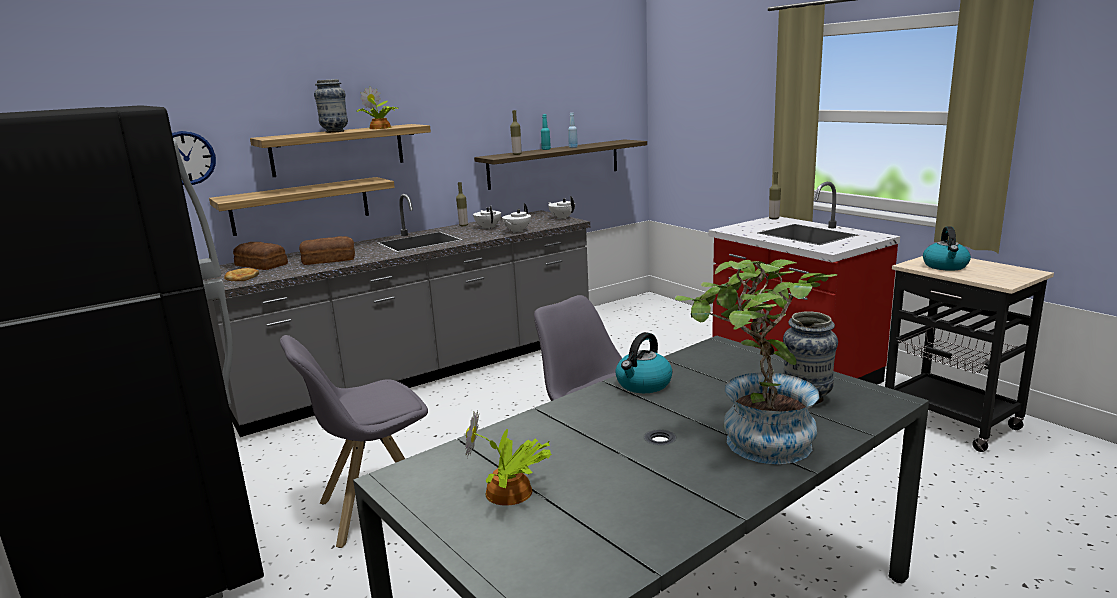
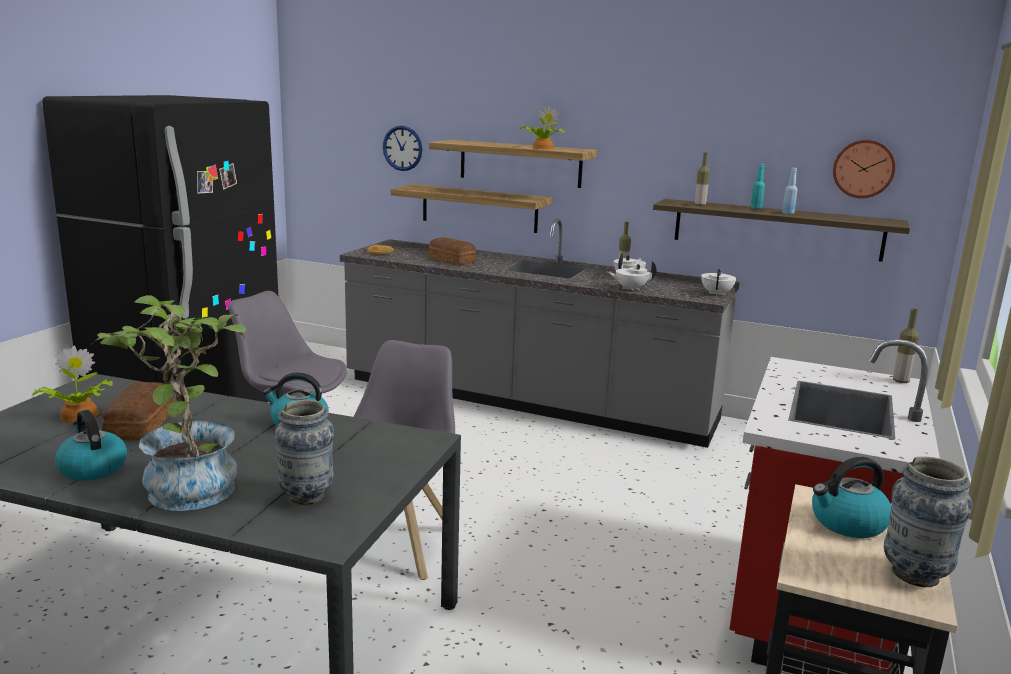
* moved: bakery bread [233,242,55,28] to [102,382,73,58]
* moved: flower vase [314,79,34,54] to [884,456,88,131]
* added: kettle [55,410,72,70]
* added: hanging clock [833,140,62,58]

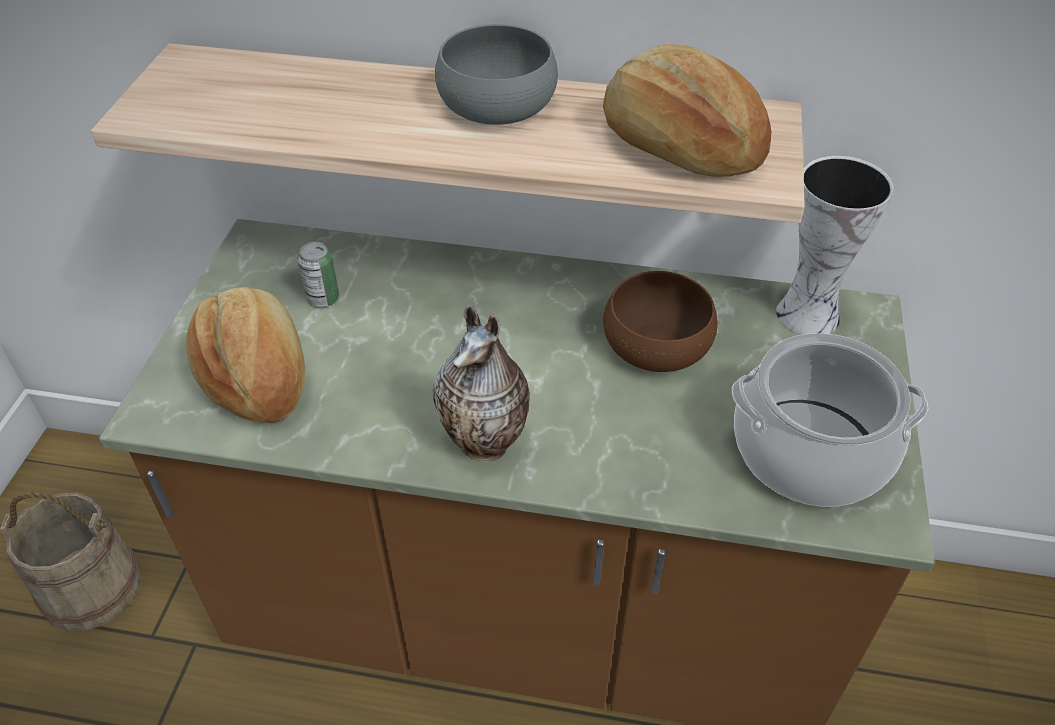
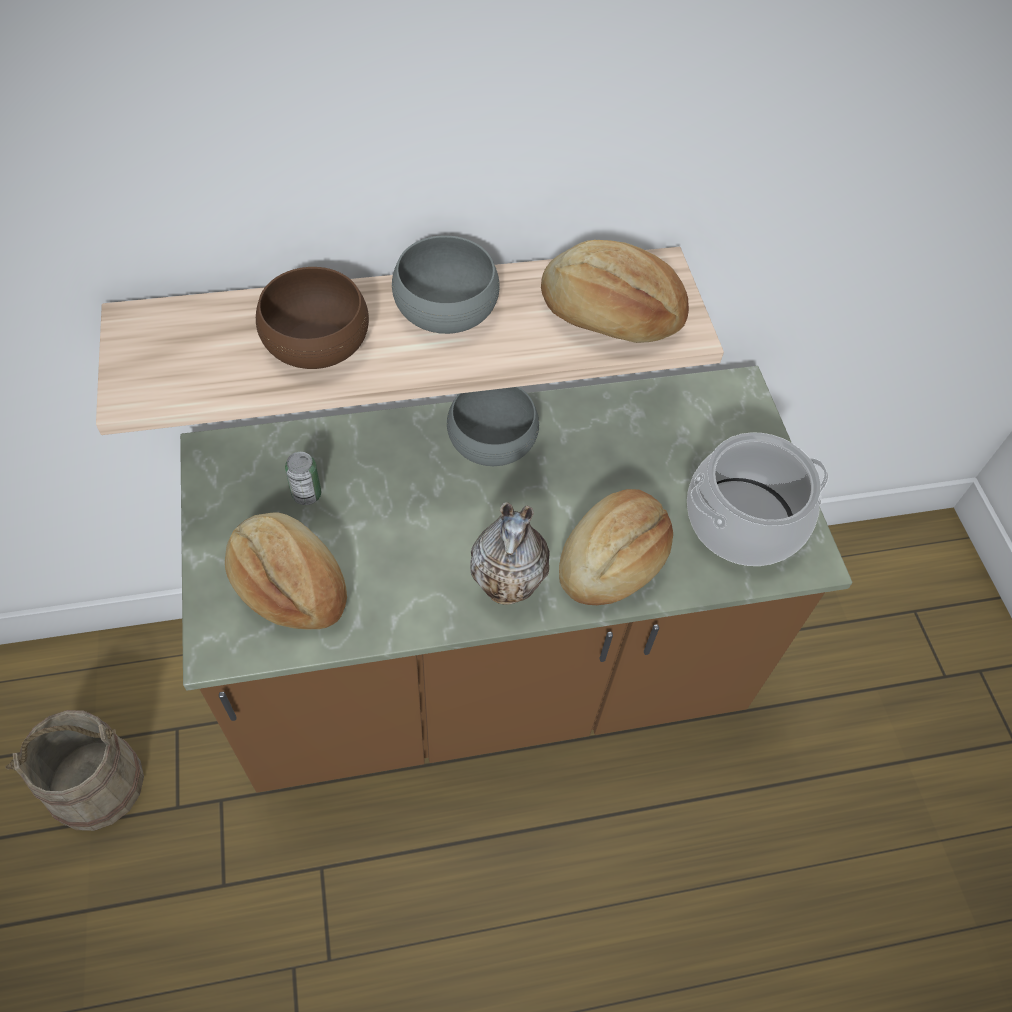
* moved: bowl/brown [603,271,115,101] to [256,267,113,102]
* removed: flower vase [776,156,117,179]
* added: bowl/grey [447,387,92,79]
* added: bakery bread [559,489,114,116]

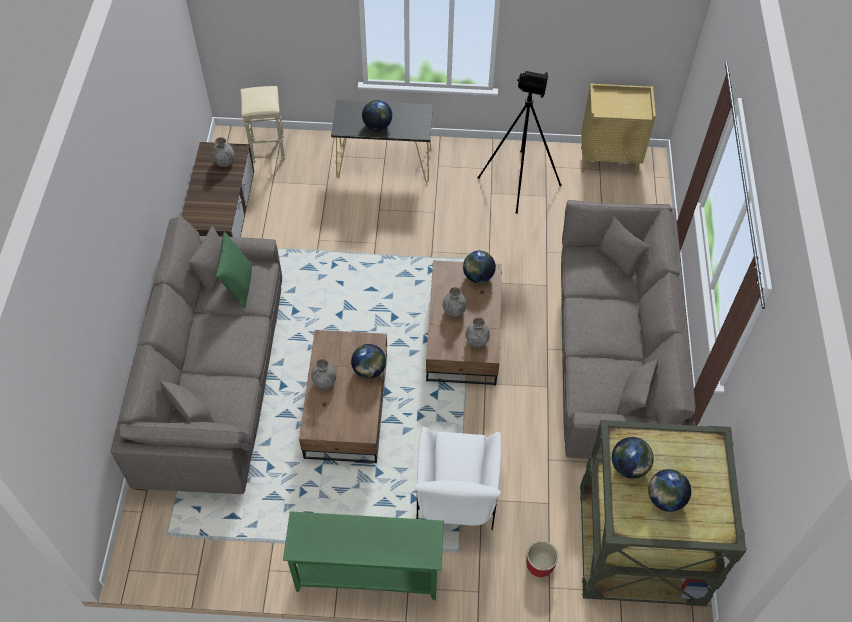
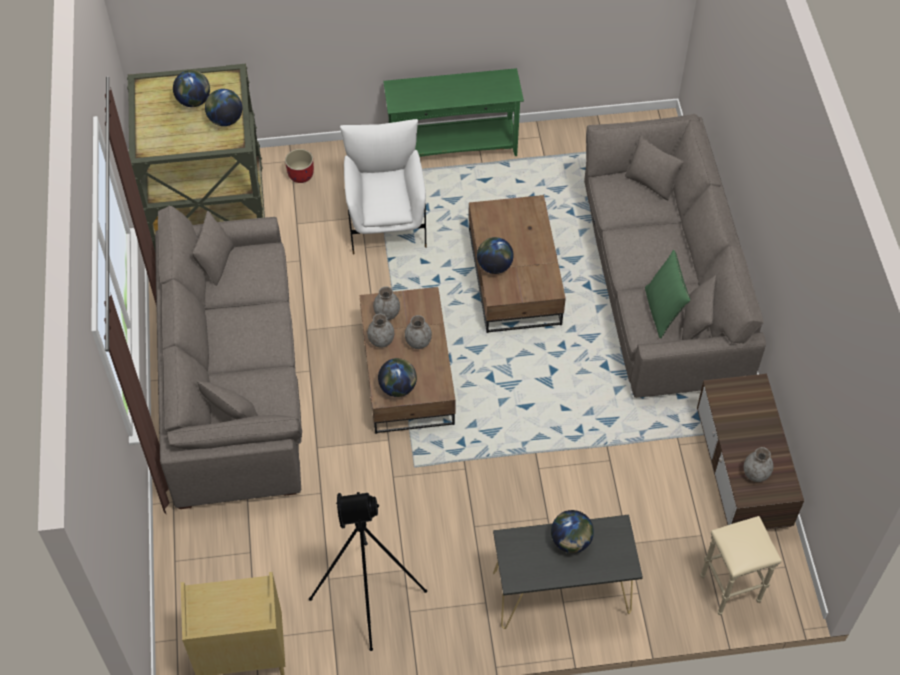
* moved: flower vase/grey [311,359,25,30] to [367,314,27,34]

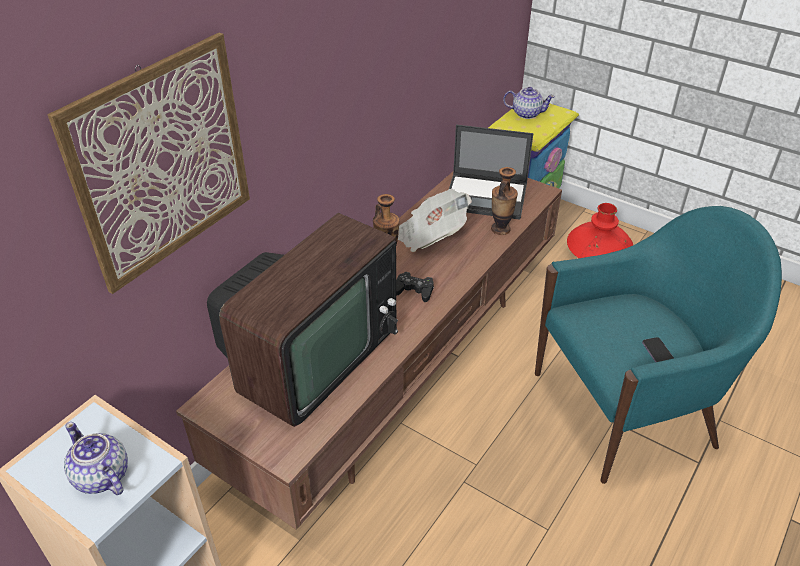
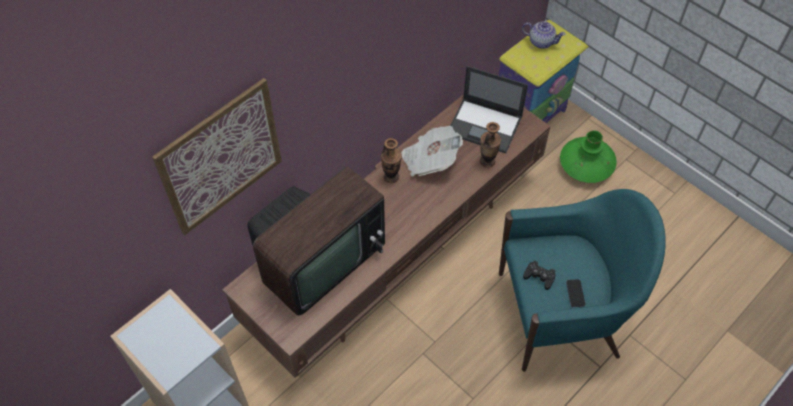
* removed: pot for tea [64,422,64,73]
* moved: joypad/black-coloured [396,272,38,30] to [523,261,33,29]
* recoloured: flower vase/red-coloured [567,203,66,55] to flower vase/greenish [560,130,57,53]

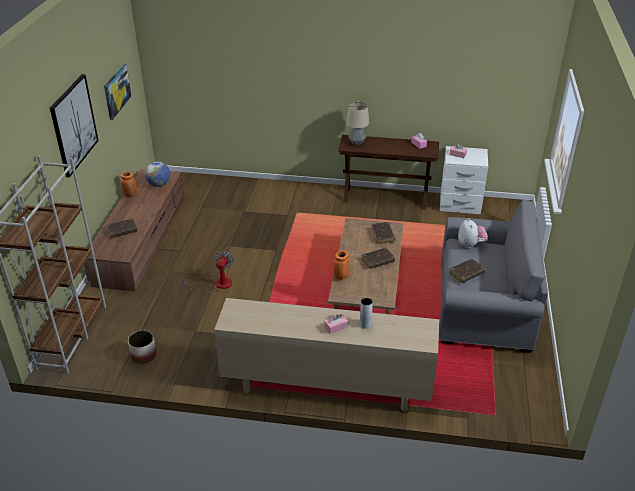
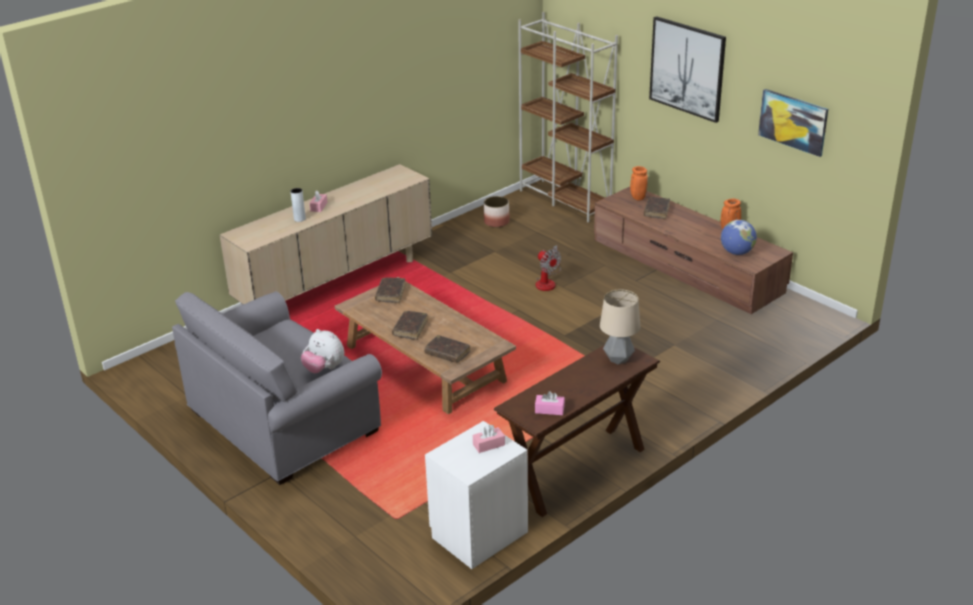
* moved: flower vase/orange [333,250,17,30] to [630,166,18,34]
* moved: volume/brown [449,259,37,24] to [375,277,31,26]

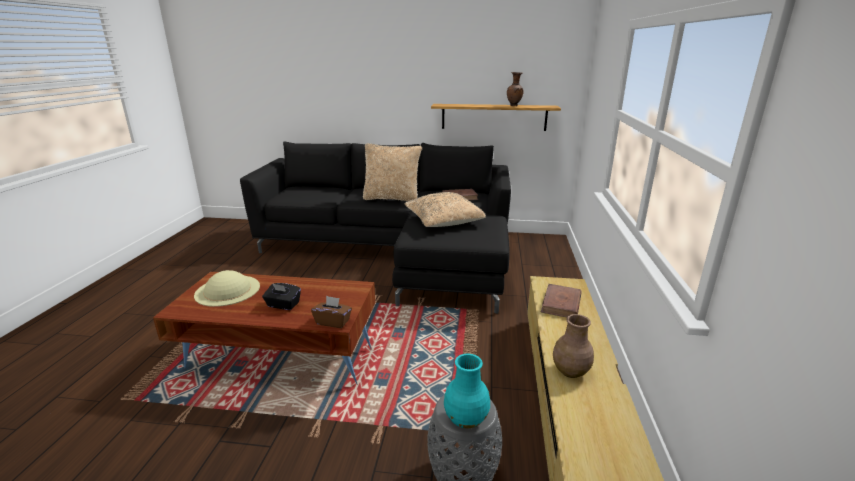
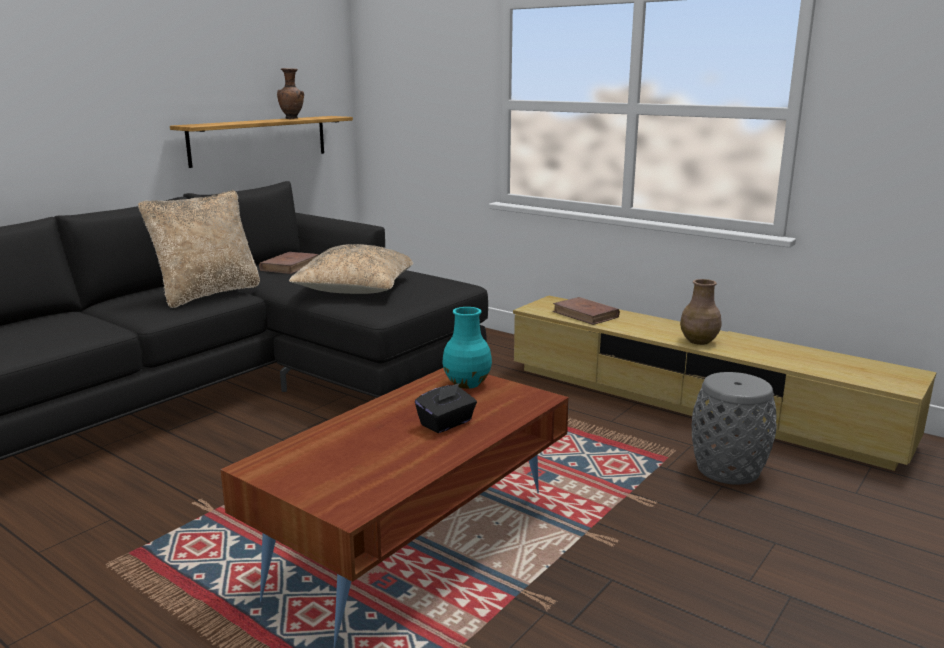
* removed: hat/sand-coloured [194,270,66,37]
* removed: tissue box/brown [311,296,41,32]
* moved: flower vase/turquoise [444,354,46,75] to [442,307,50,82]

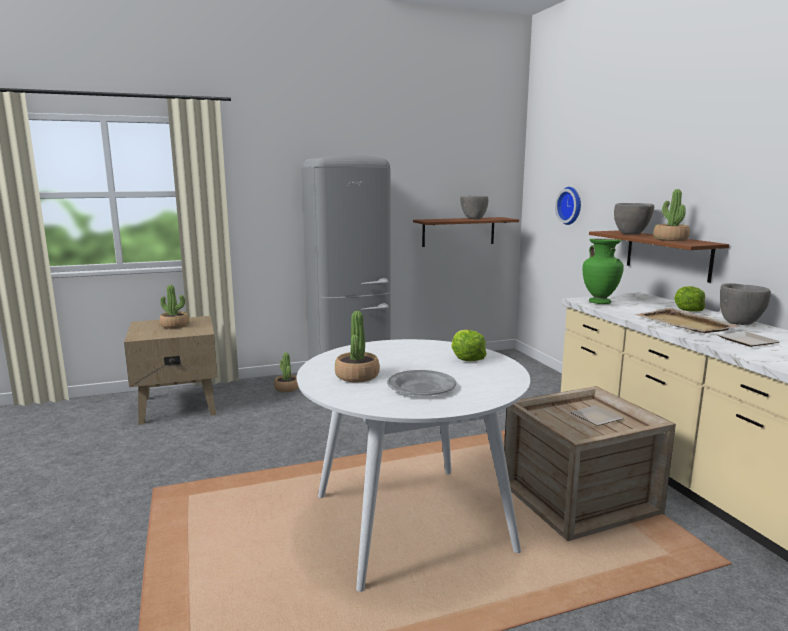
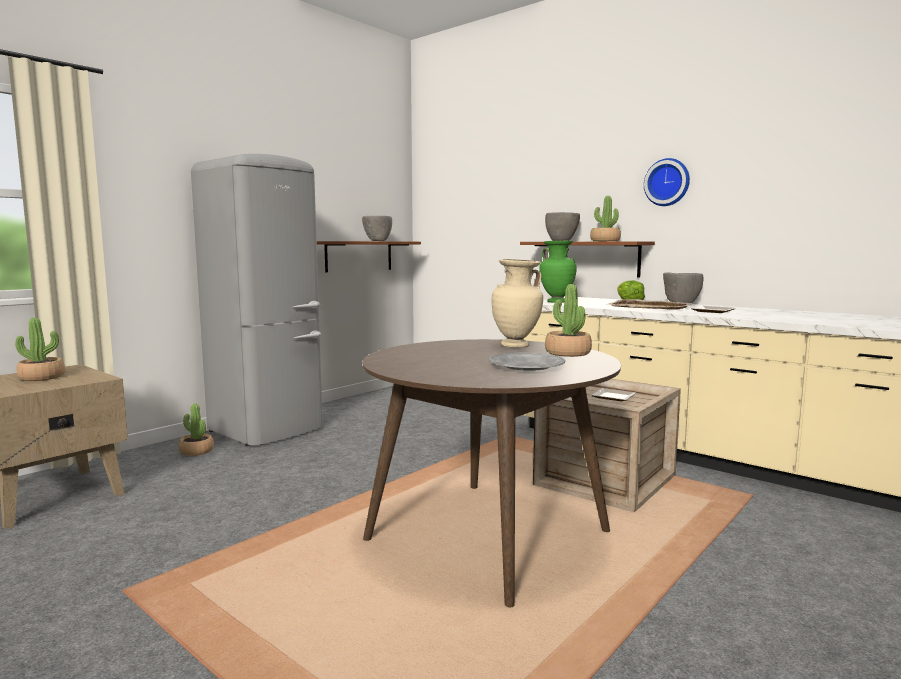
* recoloured: dinner table/white-coloured [297,339,233,253] to dinner table/brown [362,339,259,269]
* moved: plant in a pot [335,311,45,72] to [545,284,47,73]
* replaced: lettuce [451,330,36,31] to flower vase/sand-coloured [491,259,52,89]
* moved: hanging clock [555,187,26,38] to [644,158,46,48]

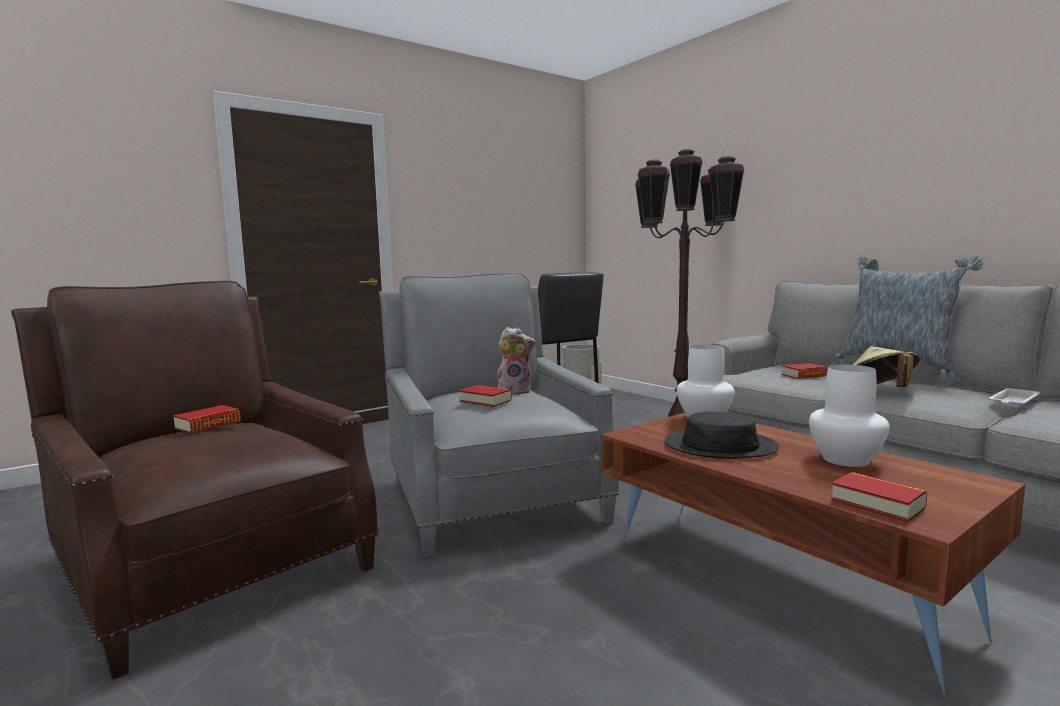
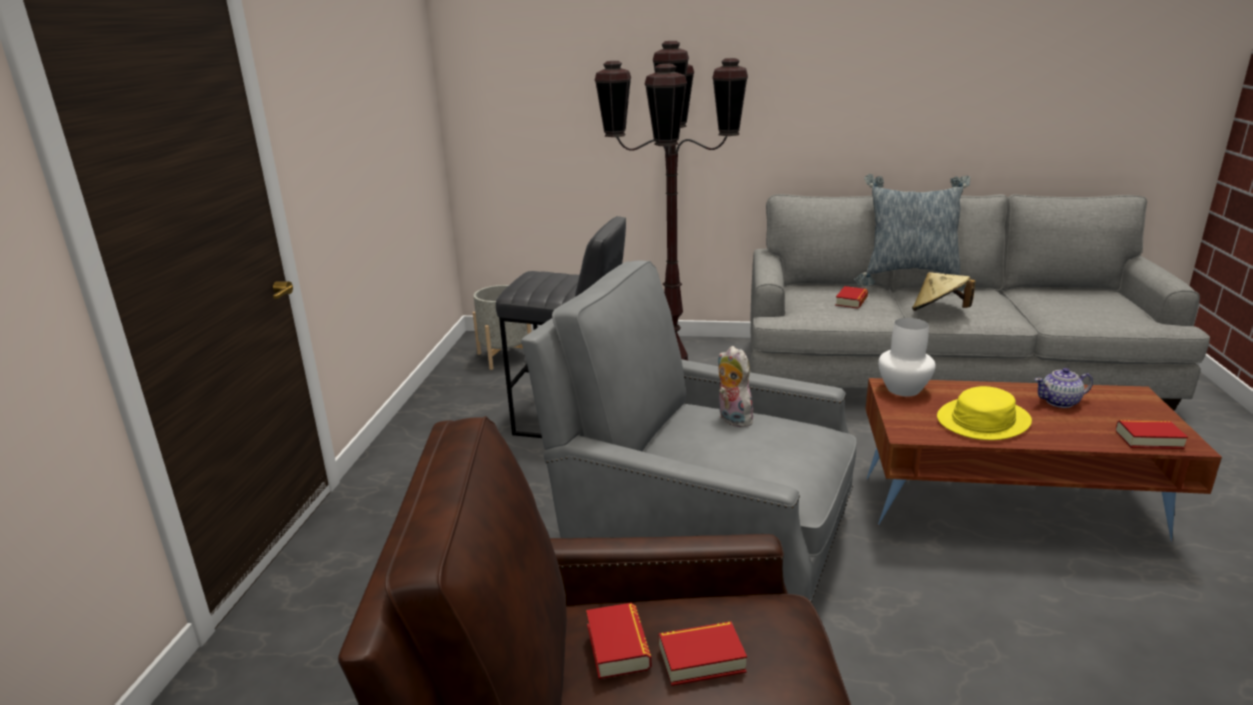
* moved: volume [459,385,53,22] to [659,621,88,65]
* turned: plush toy [497,327,39,68] = [718,346,36,81] 75 degrees counterclockwise
* recoloured: hat/black-coloured [665,412,114,47] to hat/yellowish [937,386,95,54]
* replaced: flower vase/white-coloured [809,365,81,102] to pot for tea [1035,368,58,40]
* removed: serving tray/white-coloured [988,388,52,20]

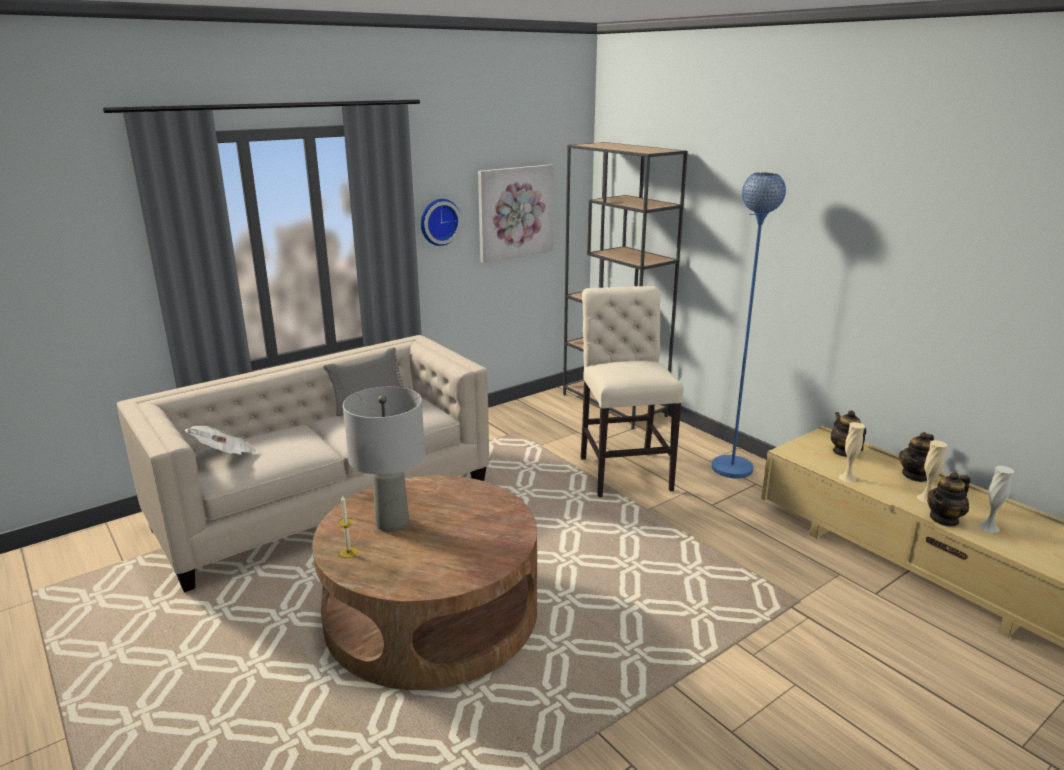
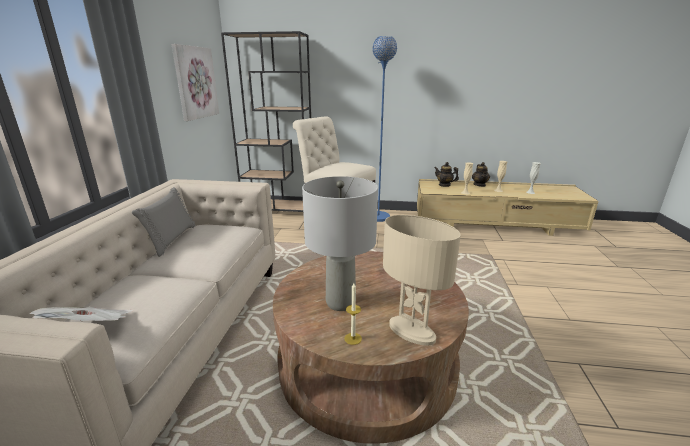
* removed: hanging clock [421,199,41,47]
* removed: pot for tea [927,472,43,55]
* added: tabletop lamp/sand-coloured [383,215,77,131]

